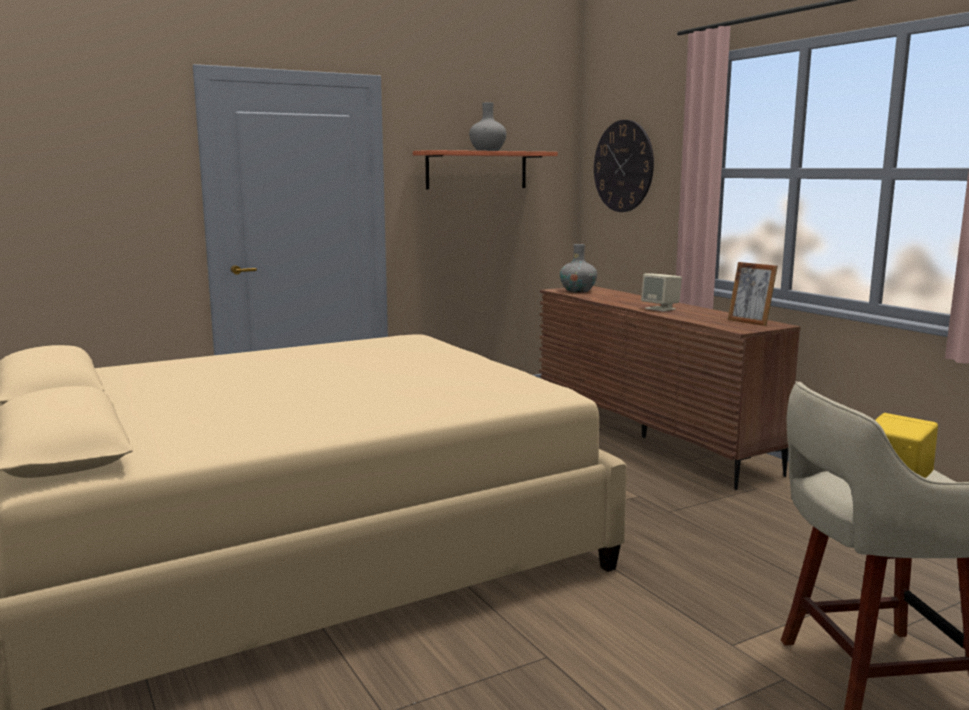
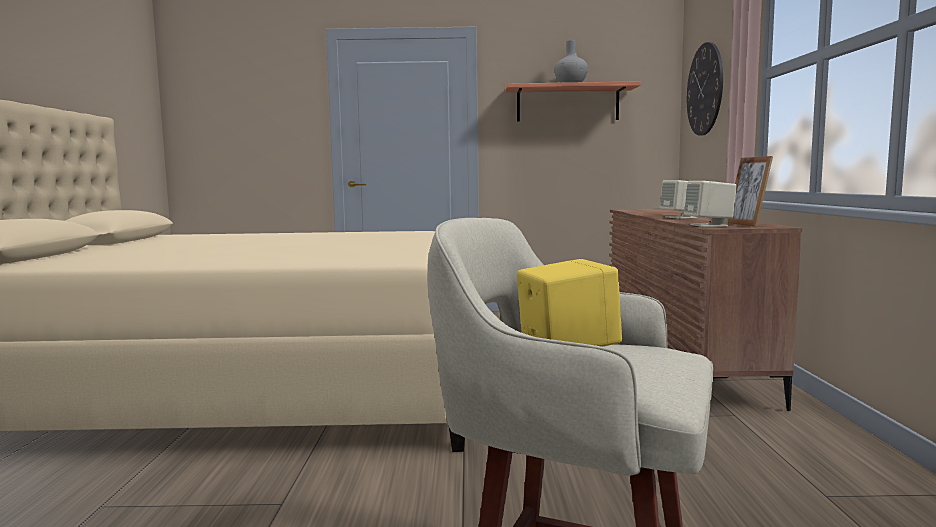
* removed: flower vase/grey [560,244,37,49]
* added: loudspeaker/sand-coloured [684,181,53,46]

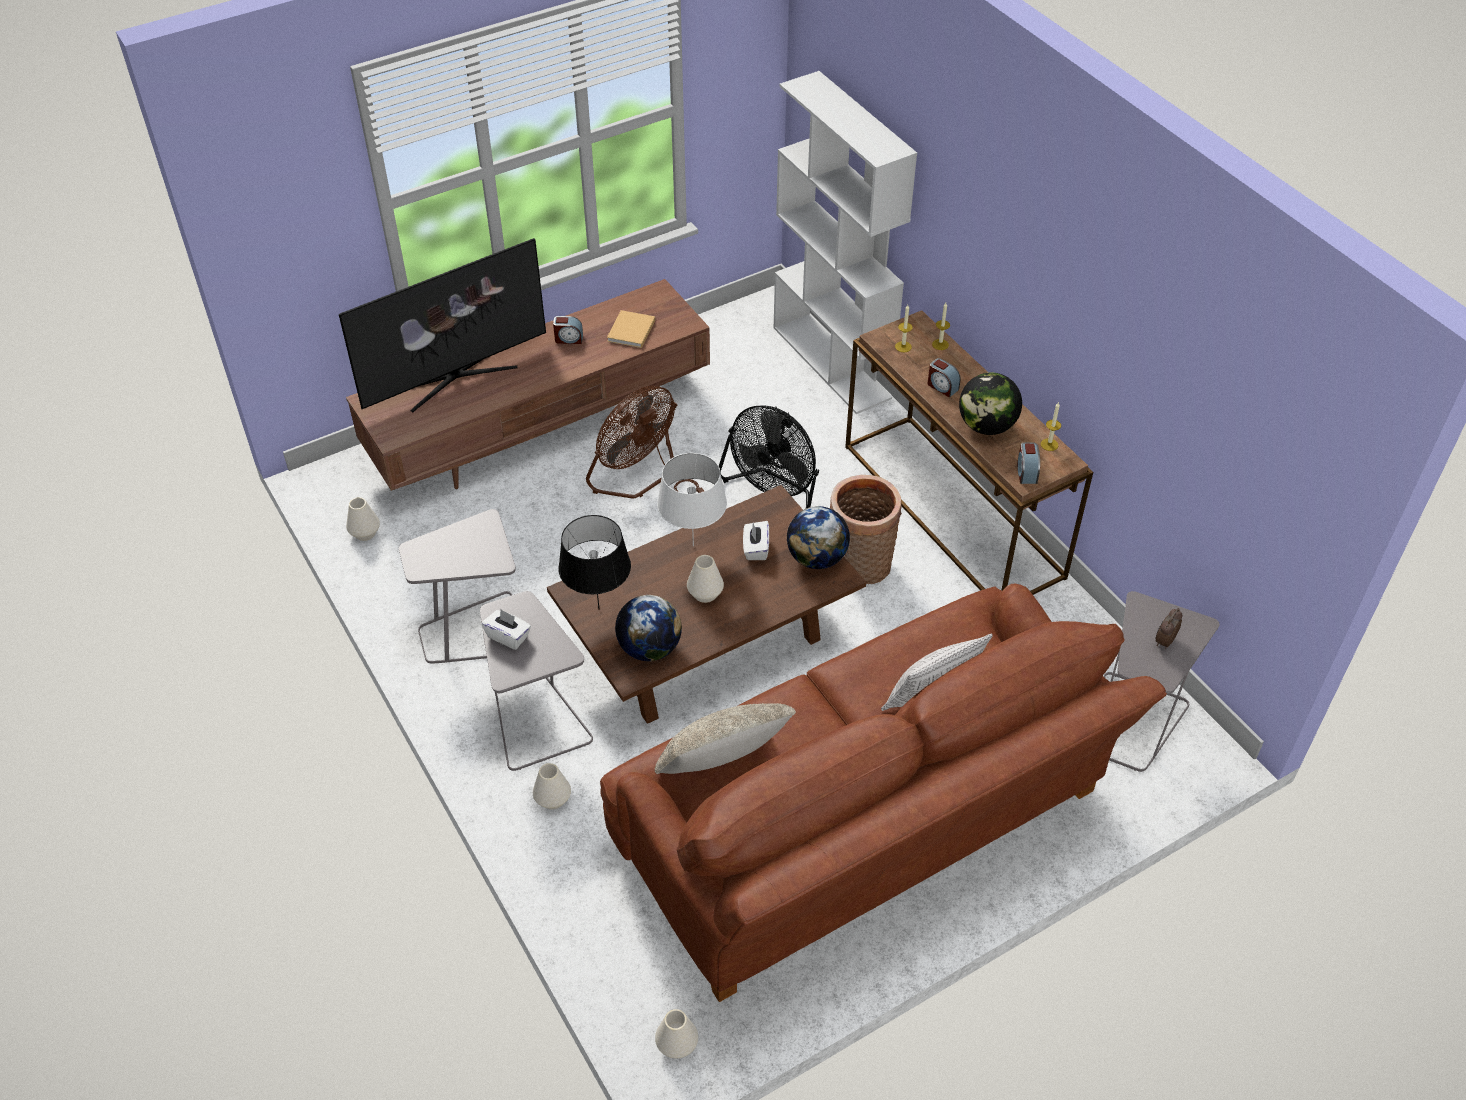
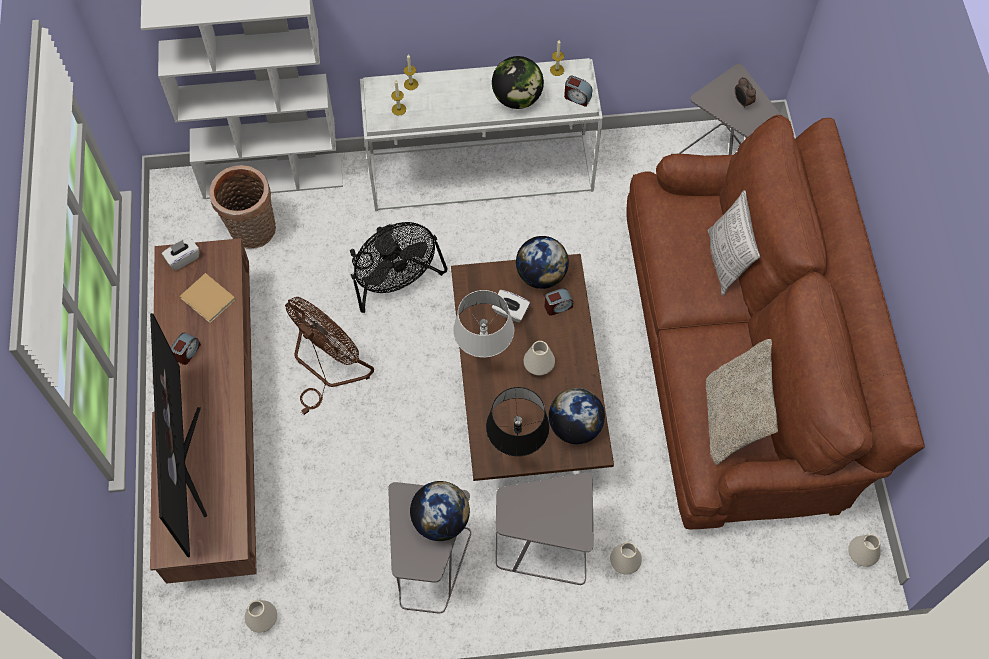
* moved: tissue box/white-coloured [481,609,50,41] to [162,237,37,33]
* turned: cooling fan/brown [586,386,118,112] = [285,297,89,118] 150 degrees clockwise
* moved: storage basket [830,475,72,109] to [209,165,67,84]
* recoloured: console table/brown [845,310,248,285] to console table/white-coloured [360,58,243,153]
* moved: bedside clock [928,358,33,40] to [544,288,29,28]
* added: desk globe [410,481,60,60]

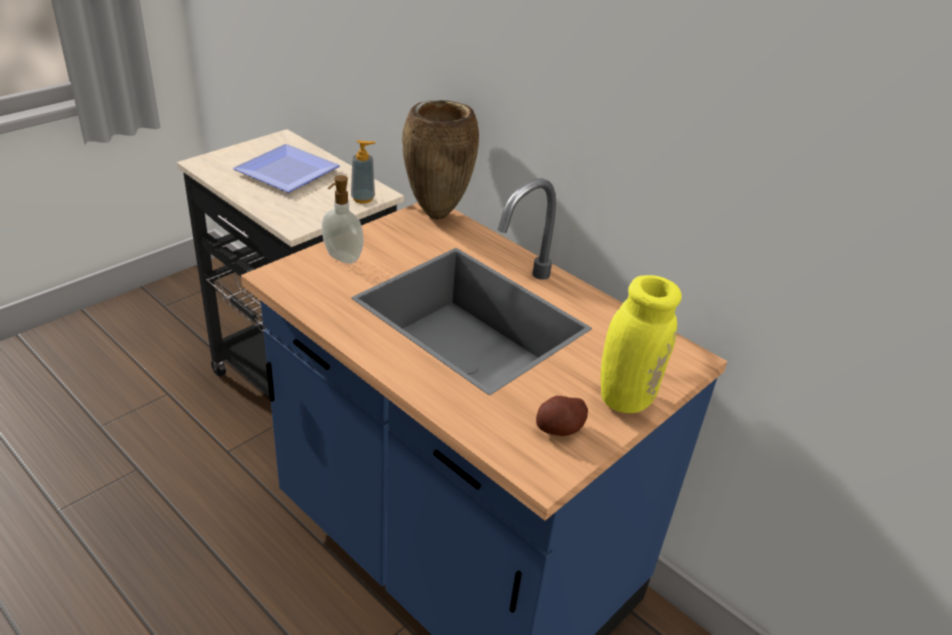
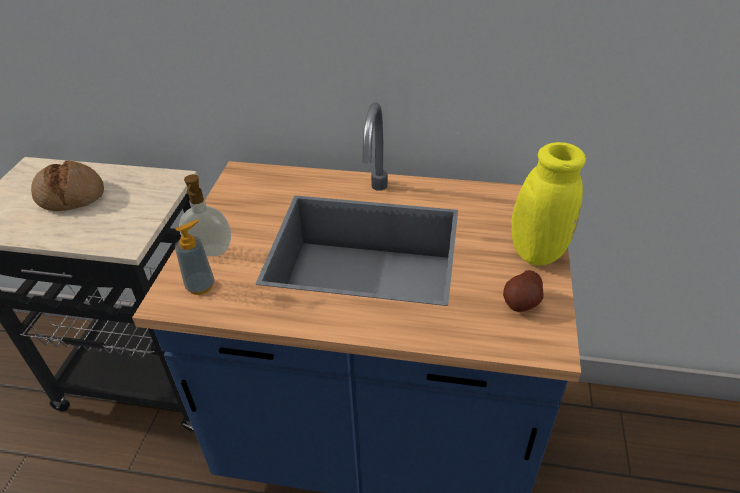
* replaced: plate [233,144,107,48] to bakery bread [31,160,73,51]
* moved: soap dispenser [351,140,24,64] to [175,220,40,75]
* removed: flower vase/brown [402,100,77,120]

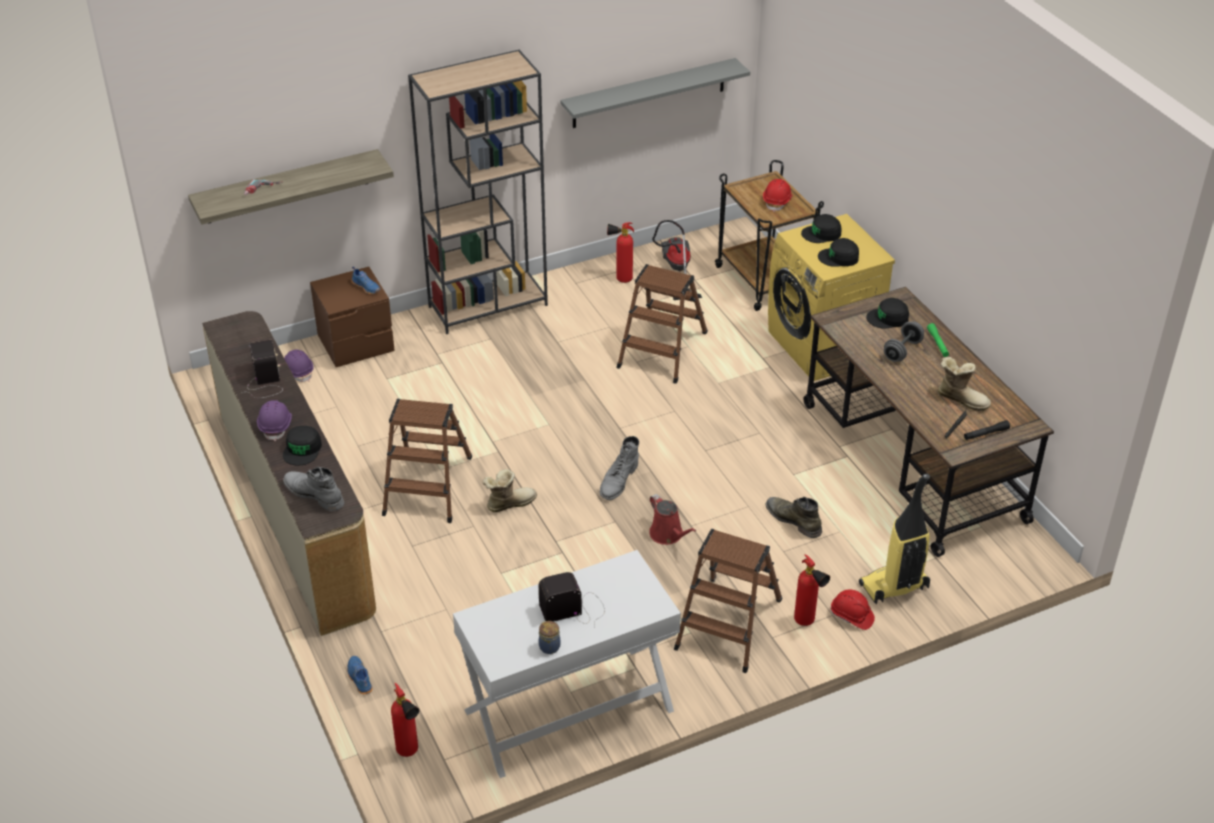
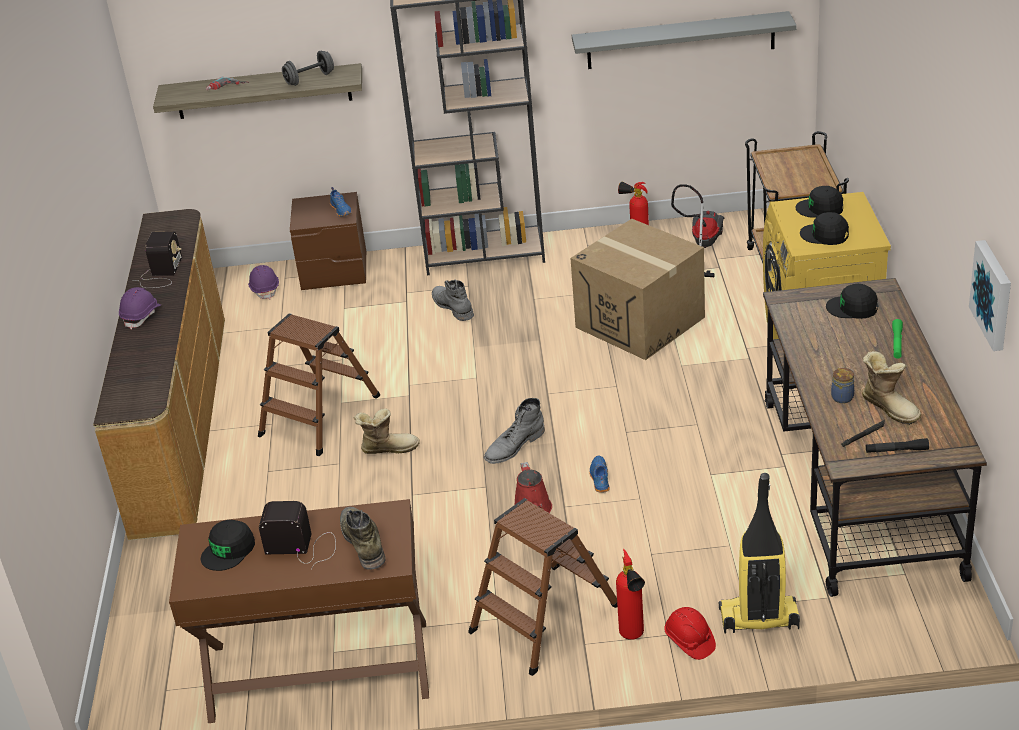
* moved: cap/black-coloured [283,426,39,39] to [201,520,54,51]
* moved: high-top boot/grey [283,467,61,44] to [432,279,42,42]
* moved: item of footwear/blue-coloured [347,656,26,38] to [590,456,20,37]
* removed: fire-fighting cylinder [391,683,28,74]
* recoloured: console table/white-coloured [453,550,228,228] to console table/brown [169,499,260,224]
* moved: preserve jar [539,621,21,33] to [831,368,23,35]
* replaced: step ladder/brown [616,264,92,120] to carton [570,219,135,141]
* removed: safety helmet/red-coloured [763,179,30,33]
* moved: high-top boot/greenish [766,497,56,41] to [340,507,46,63]
* moved: hand weight/grey [884,321,40,41] to [282,51,52,35]
* added: wall picture [969,240,42,111]

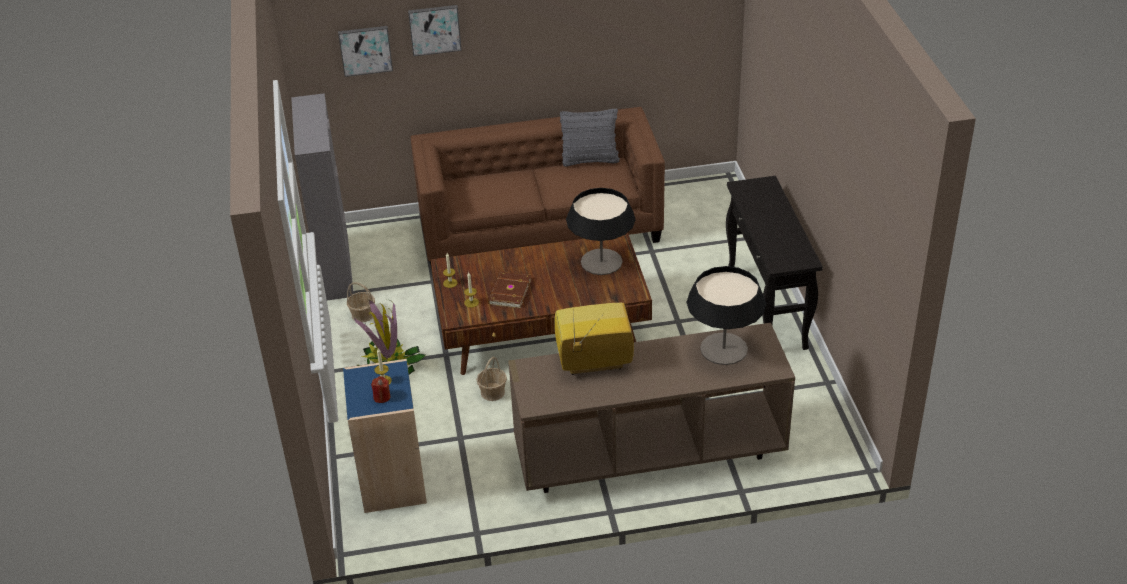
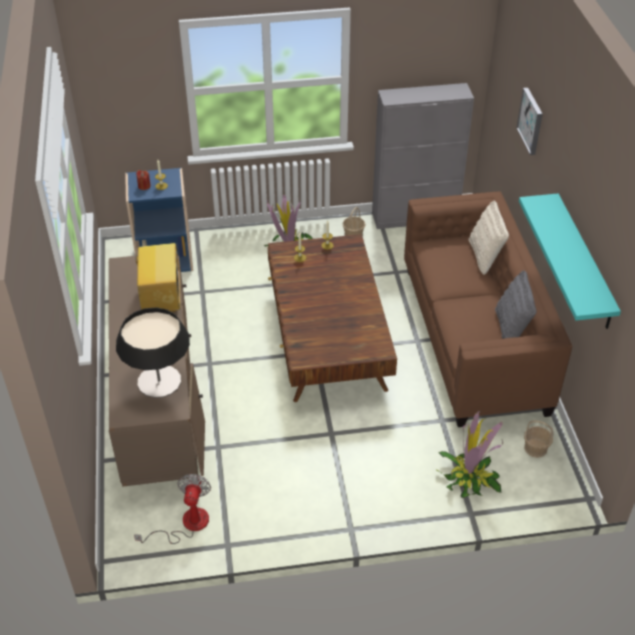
* removed: wall picture [338,26,55,51]
* moved: storage basket [476,357,31,44] to [524,420,30,38]
* removed: volume/brown [488,271,44,38]
* removed: tabletop lamp [566,188,70,87]
* removed: console table/black-coloured [726,176,97,174]
* added: cooling fan [134,474,77,70]
* added: plant in a pot [436,411,67,87]
* added: throw pillow/sand-coloured [469,201,40,74]
* added: shelf/turquoise [519,193,102,136]

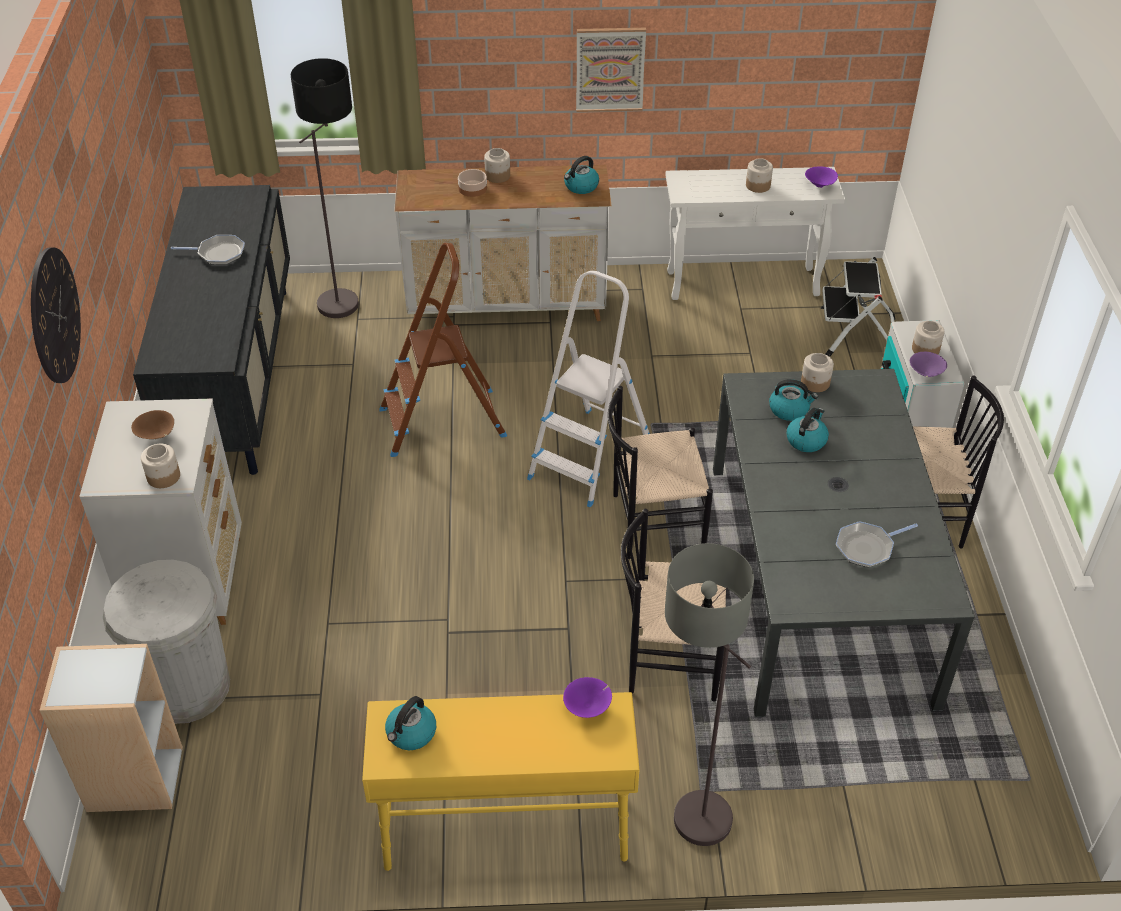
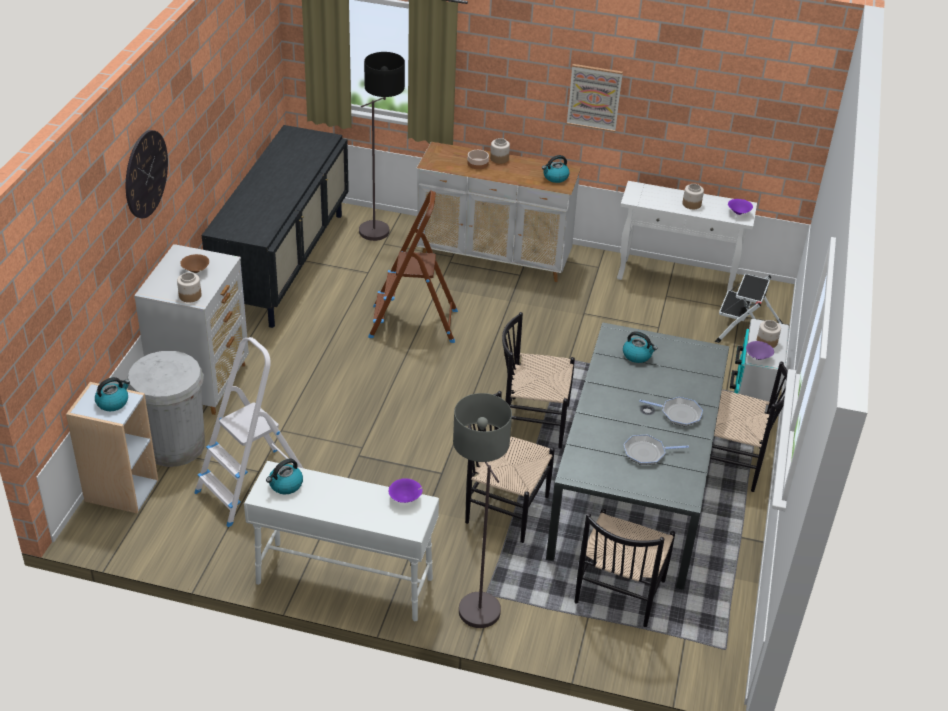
* moved: pan [171,235,74,30] to [639,397,64,30]
* recoloured: console table/yellowish [362,692,278,179] to console table/white-coloured [244,461,195,160]
* moved: step ladder/white-coloured [527,271,123,236] to [194,337,109,190]
* moved: kettle [786,408,43,44] to [95,377,35,34]
* removed: preserve jar [801,353,33,39]
* added: chair/black-coloured [575,509,100,118]

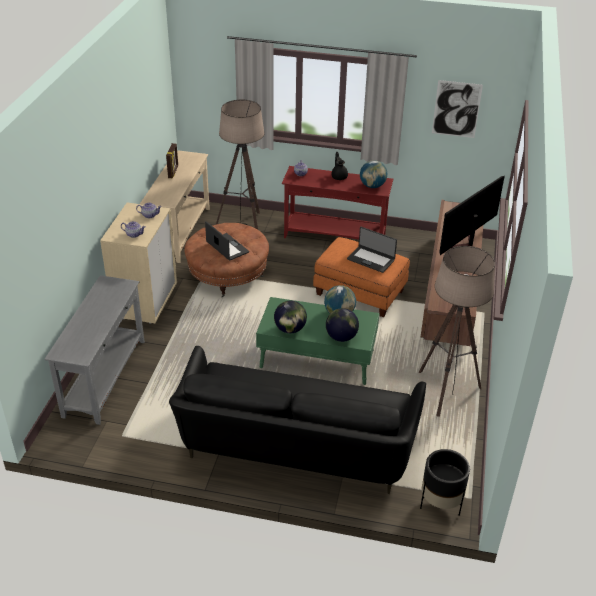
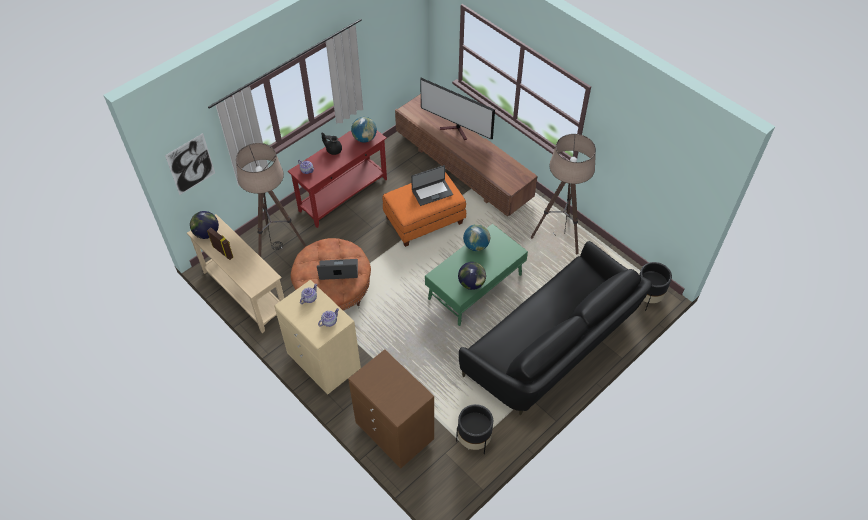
* replaced: console table/grey [45,275,100,150] to storage cabinet/brown [348,350,86,118]
* moved: desk globe [326,308,33,34] to [190,211,29,28]
* moved: wall picture [432,80,51,58] to [165,133,50,62]
* turned: television [439,176,66,79] = [420,77,75,63] 45 degrees counterclockwise
* added: plant pot/black-coloured [456,404,37,50]

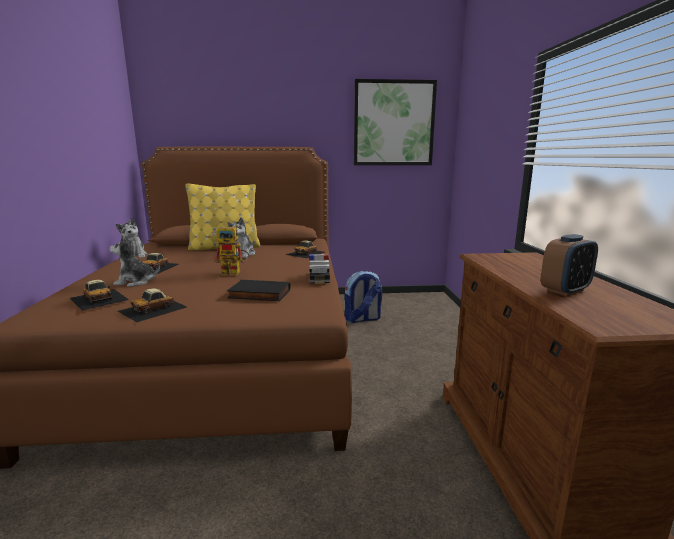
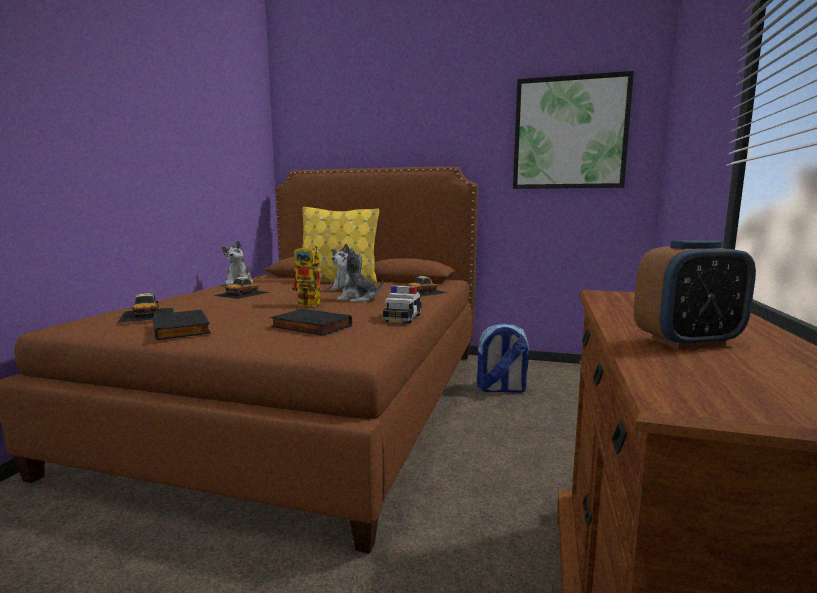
* moved: plush toy [110,234,50,53] to [337,247,46,55]
* replaced: miniature car [118,288,69,34] to volume/black-coloured [153,310,58,30]

